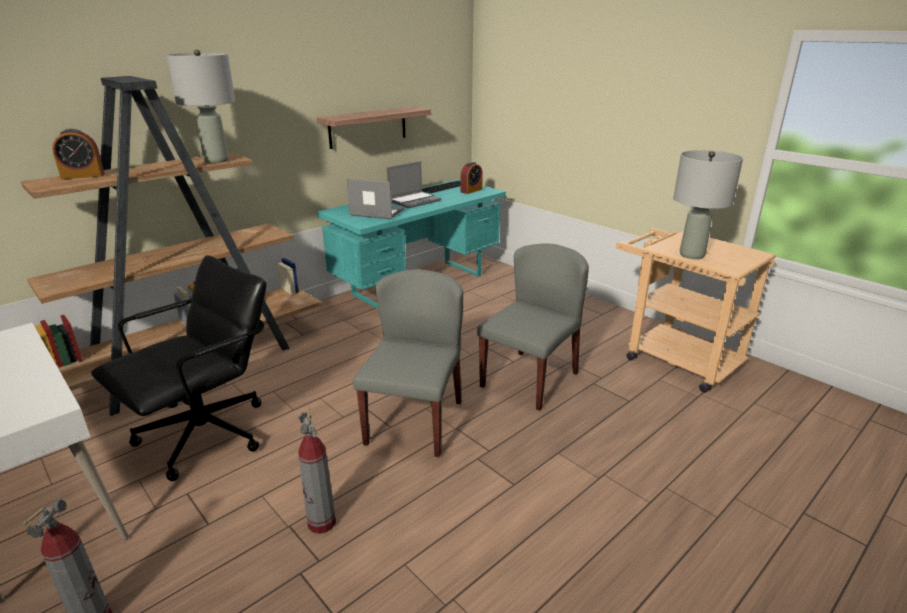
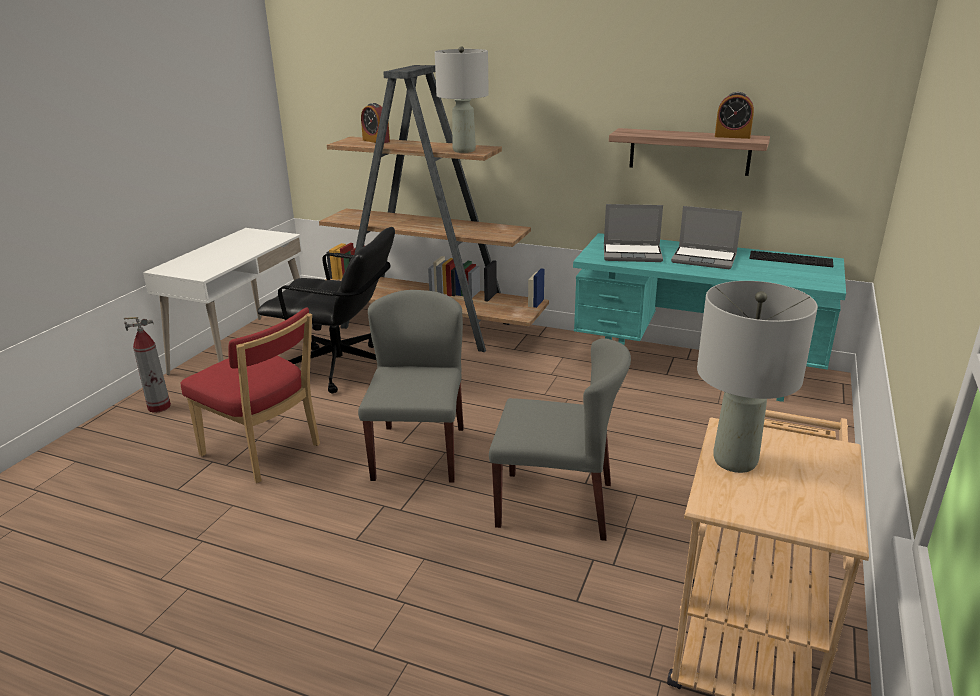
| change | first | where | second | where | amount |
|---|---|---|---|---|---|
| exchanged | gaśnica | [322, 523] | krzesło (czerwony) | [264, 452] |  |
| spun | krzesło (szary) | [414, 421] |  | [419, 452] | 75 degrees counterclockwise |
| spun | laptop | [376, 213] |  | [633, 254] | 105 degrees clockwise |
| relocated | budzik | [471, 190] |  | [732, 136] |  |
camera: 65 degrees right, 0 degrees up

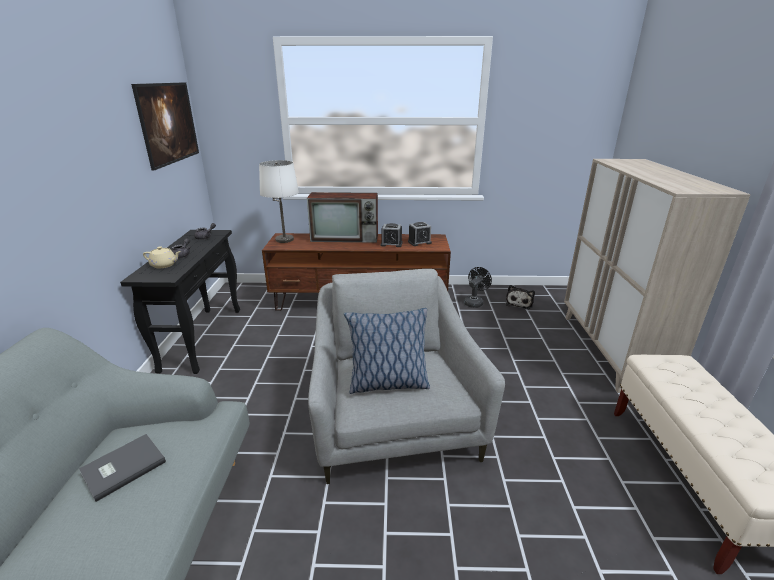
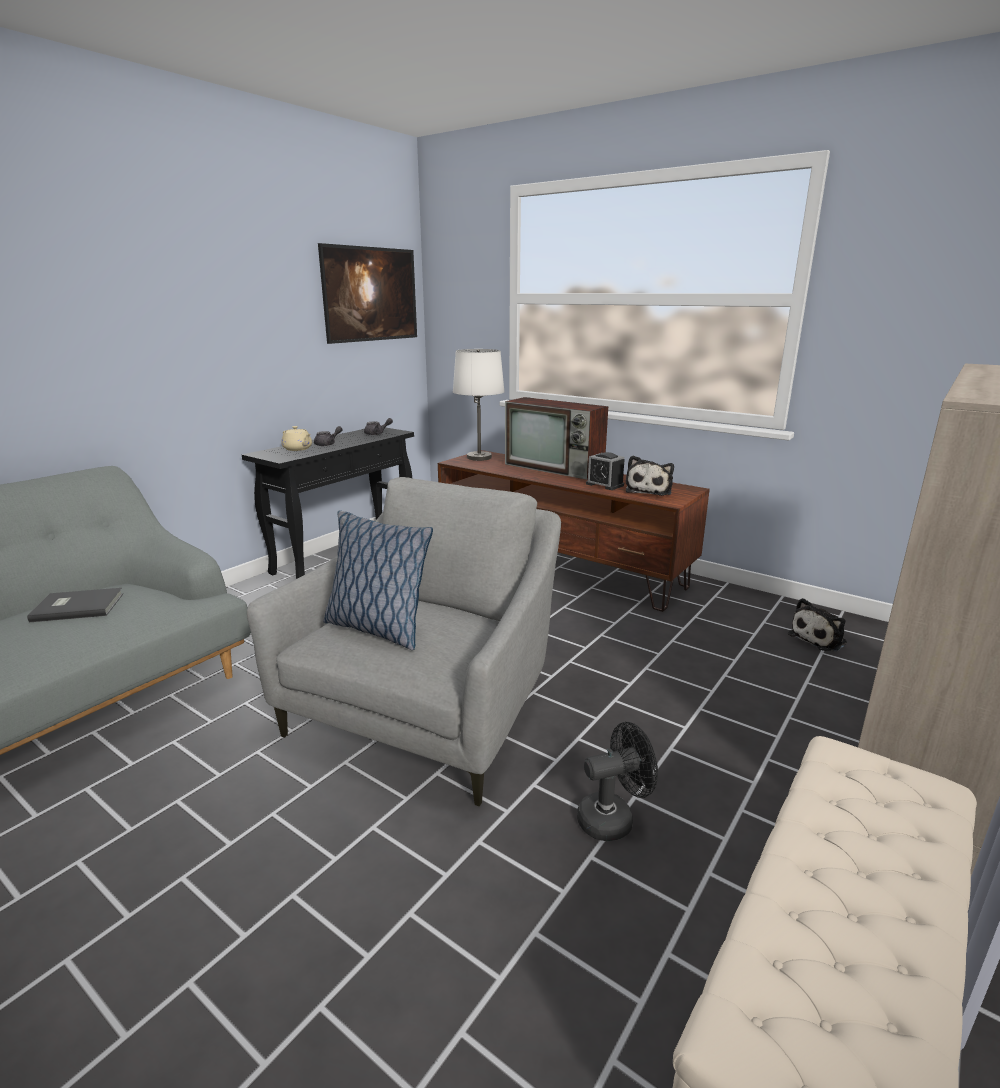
| change | first | where | second | where | amount |
|---|---|---|---|---|---|
| relocated | wentylator (czarny) | [474, 302] |  | [613, 818] |  |
| exchanged | budzik | [419, 242] | pluszak | [649, 490] |  |
camera: 35 degrees right, 5 degrees down

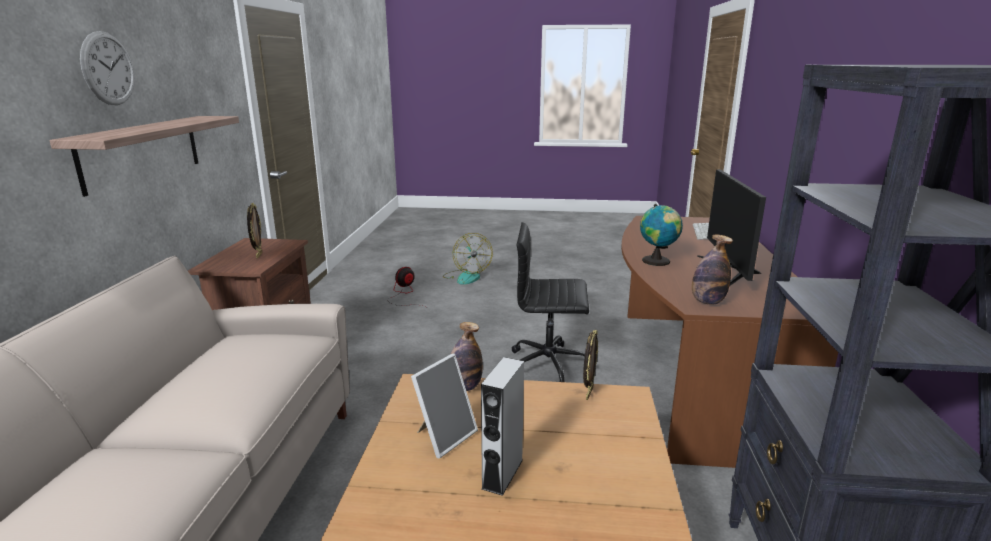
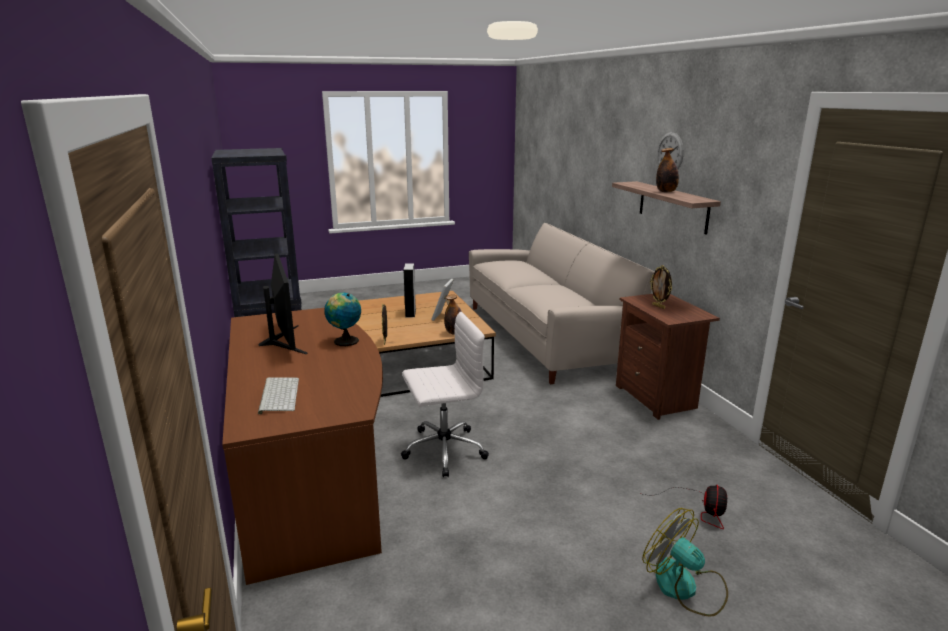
| change | first | where | second | where | amount |
|---|---|---|---|---|---|
| colour | krzesło biurowe (czarny) | [550, 367] | krzesło biurowe (biały) | [443, 450] |  |
| relocated | butelka | [707, 302] |  | [666, 192] |  |
camera: 155 degrees right, 0 degrees up

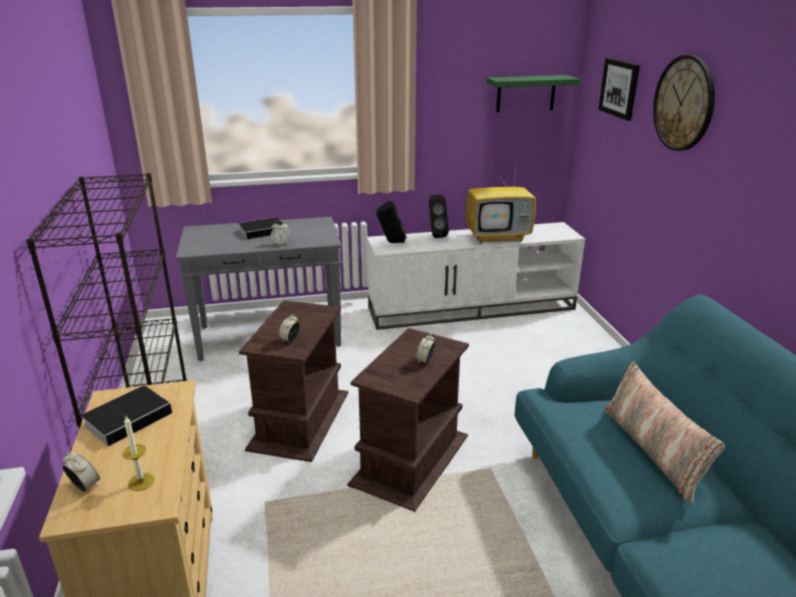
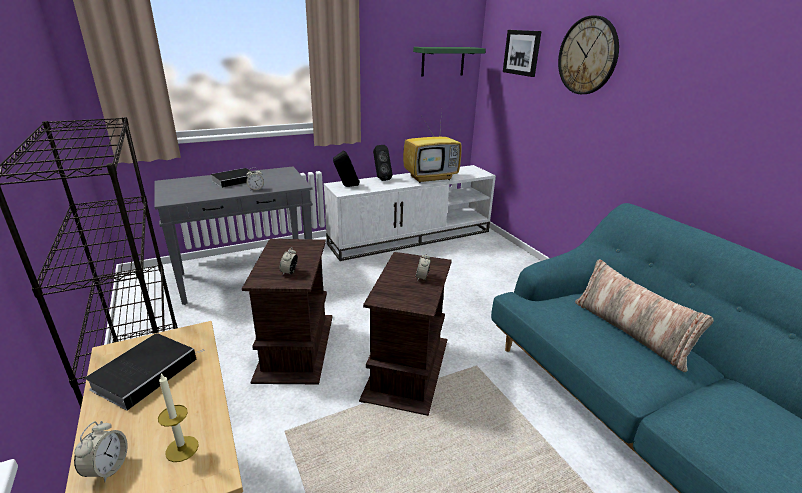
| change | first | where | second | where | amount |
|---|---|---|---|---|---|
| spun | budzik | [85, 486] |  | [107, 468] | 75 degrees clockwise |
camera: 15 degrees left, 0 degrees up

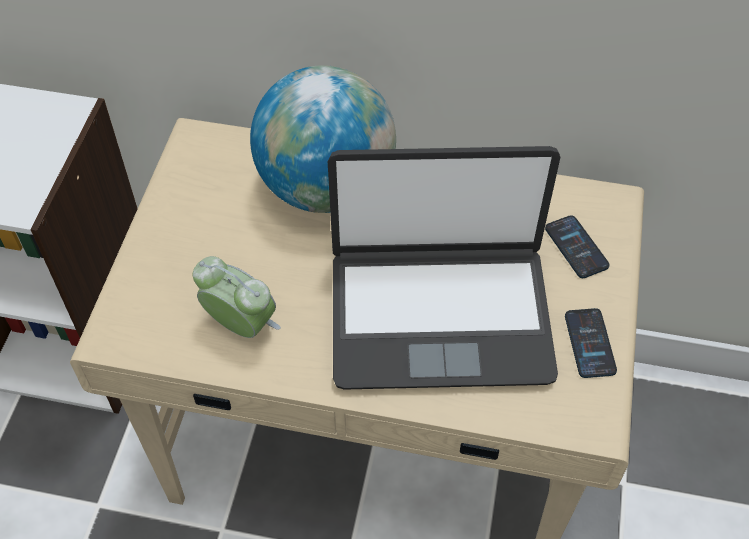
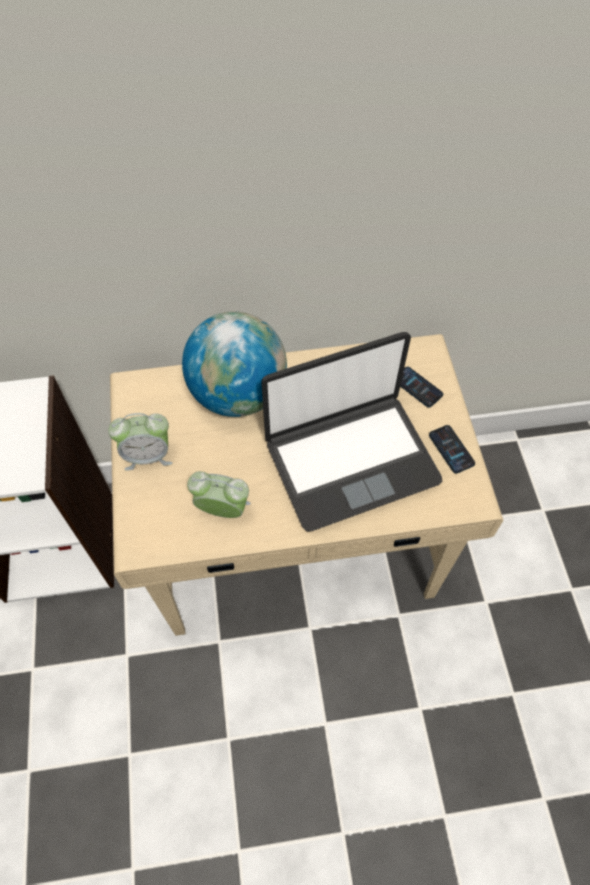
| change | first | where | second | where | amount |
|---|---|---|---|---|---|
| appeared |  |  | budzik | [148, 455] |  |
camera: 20 degrees left, 5 degrees up

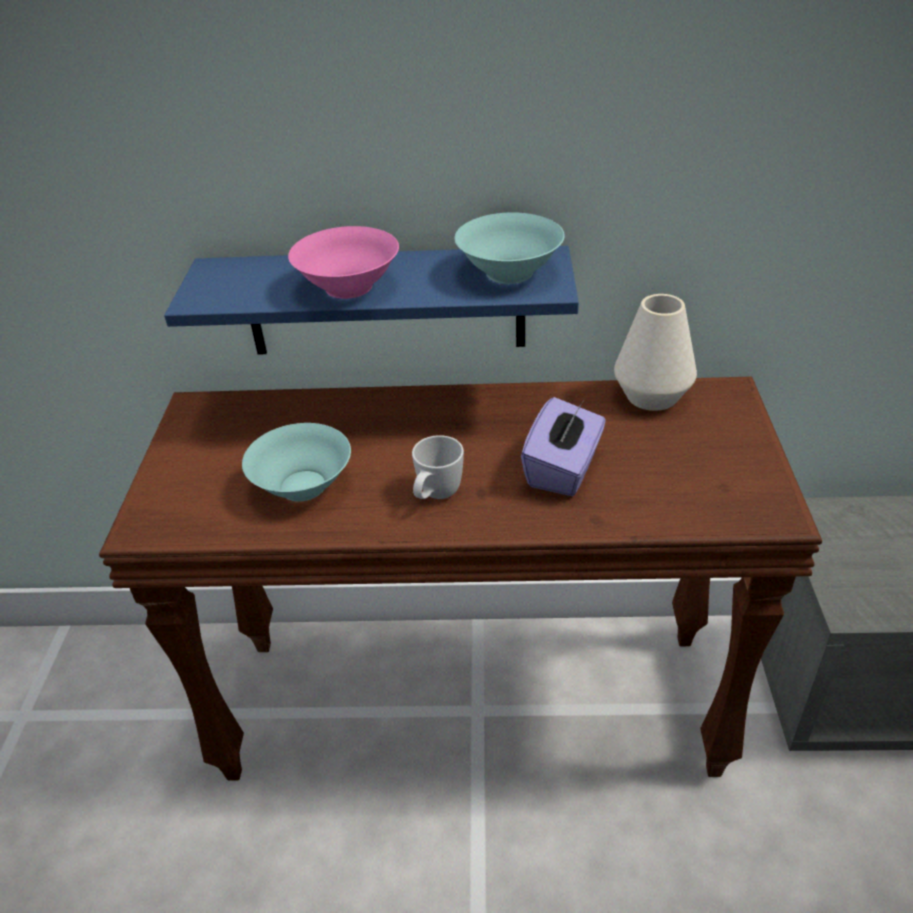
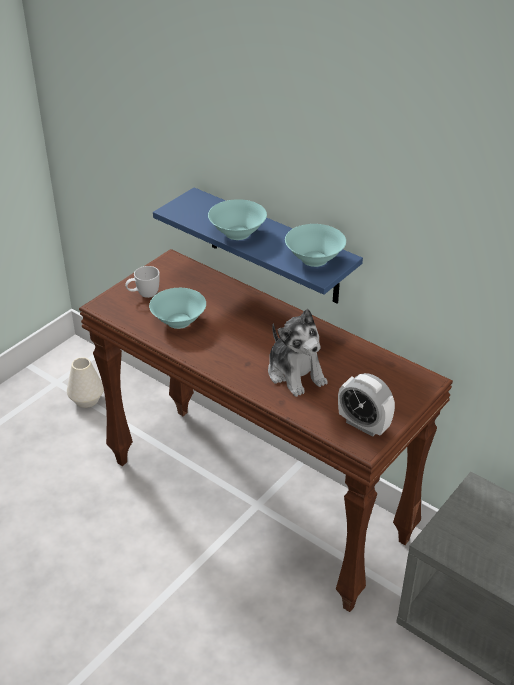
| change | first | where | second | where | amount |
|---|---|---|---|---|---|
| relocated | wazon (biały) | [652, 396] |  | [87, 399] |  |
| relocated | kubek (biały) | [436, 496] |  | [143, 295] |  |
| colour | miska (różowy) | [350, 287] | miska (turkusowy) | [238, 233] |  |
| exchanged | pudełko chusteczek (fioletowy) | [563, 469] | pluszak | [295, 373] |  |
| appeared |  |  | budzik | [363, 425] |  |
camera: 35 degrees right, 0 degrees up

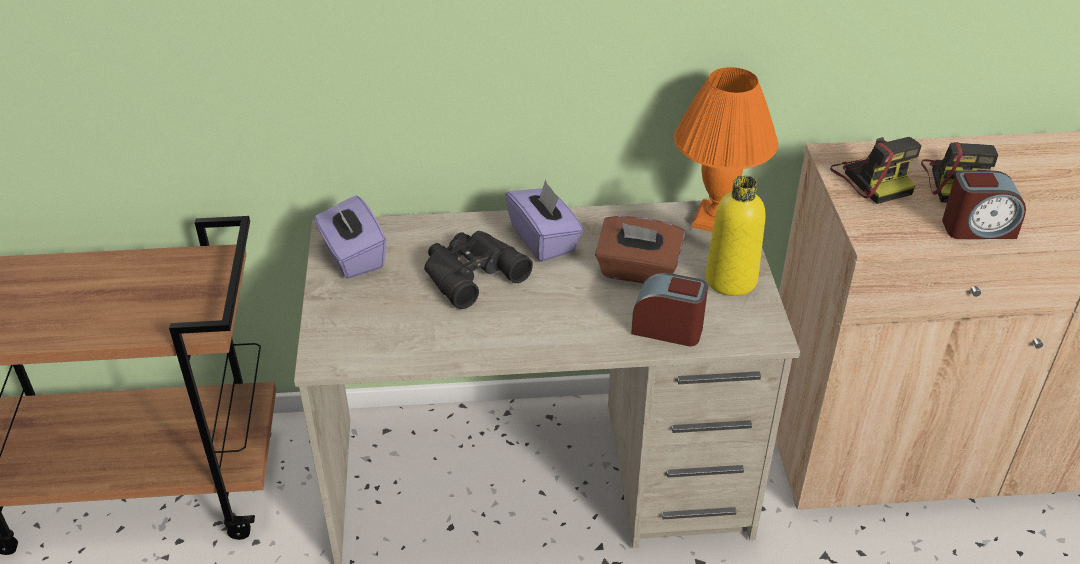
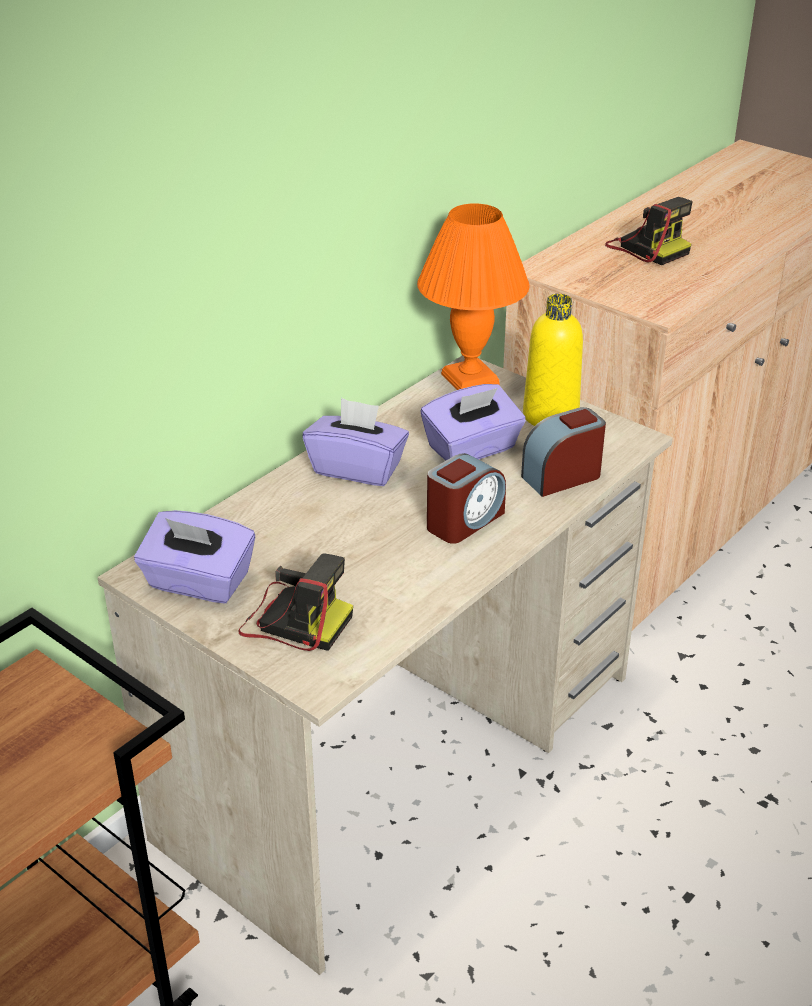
| change | first | where | second | where | amount |
|---|---|---|---|---|---|
| relocated | aparat fotograficzny | [872, 178] |  | [294, 620] |  |
| colour | pudełko chusteczek (brązowy) | [637, 271] | pudełko chusteczek (fioletowy) | [472, 449] |  |
| relocated | budzik | [978, 228] |  | [464, 521] |  |
| missing | lornetka (czarny) | [470, 272] |  |  |  |
camera: 45 degrees left, 5 degrees down

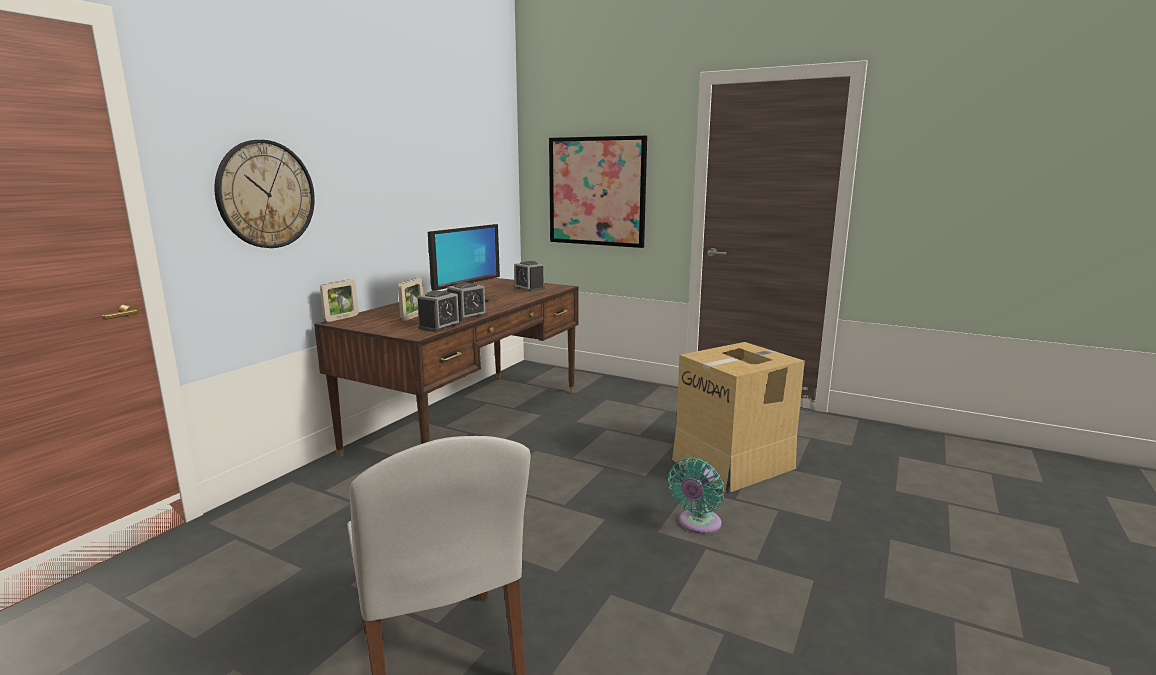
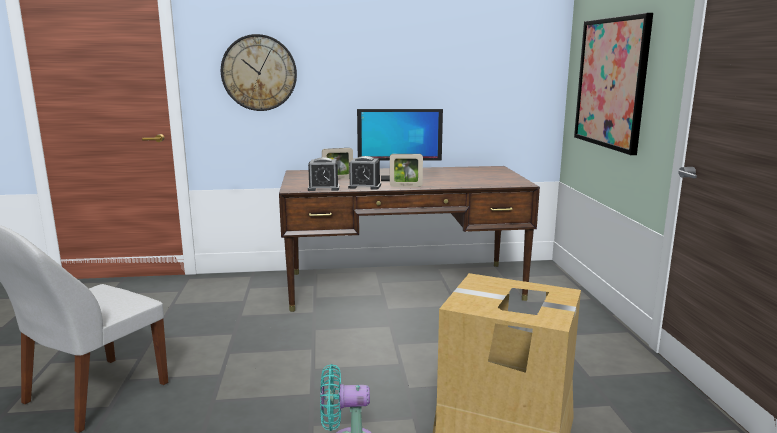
| change | first | where | second | where | amount |
|---|---|---|---|---|---|
| relocated | ramka na zdjęcie | [341, 318] |  | [406, 186] |  |
| missing | budzik | [529, 288] |  |  |  |
camera: 55 degrees right, 0 degrees up

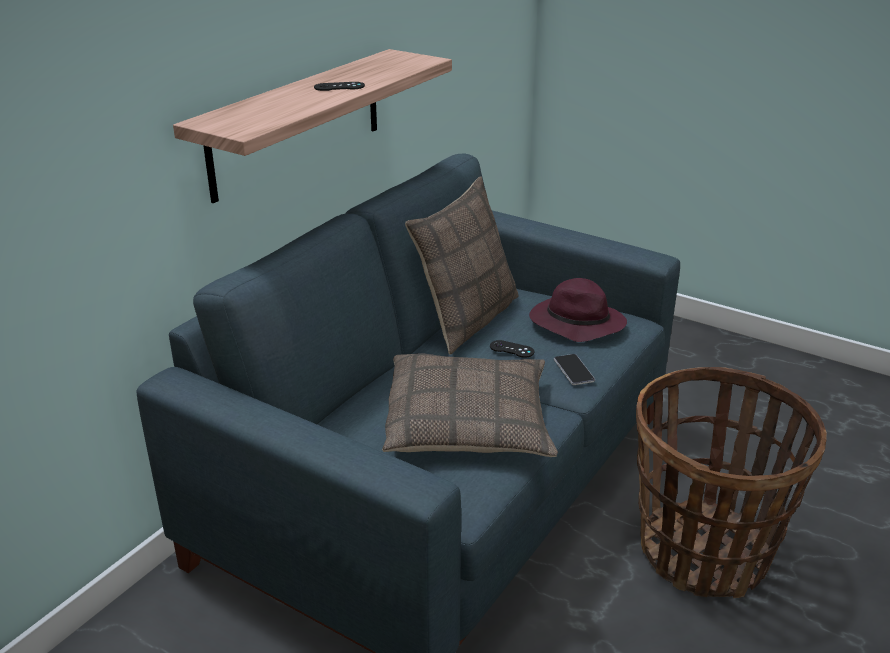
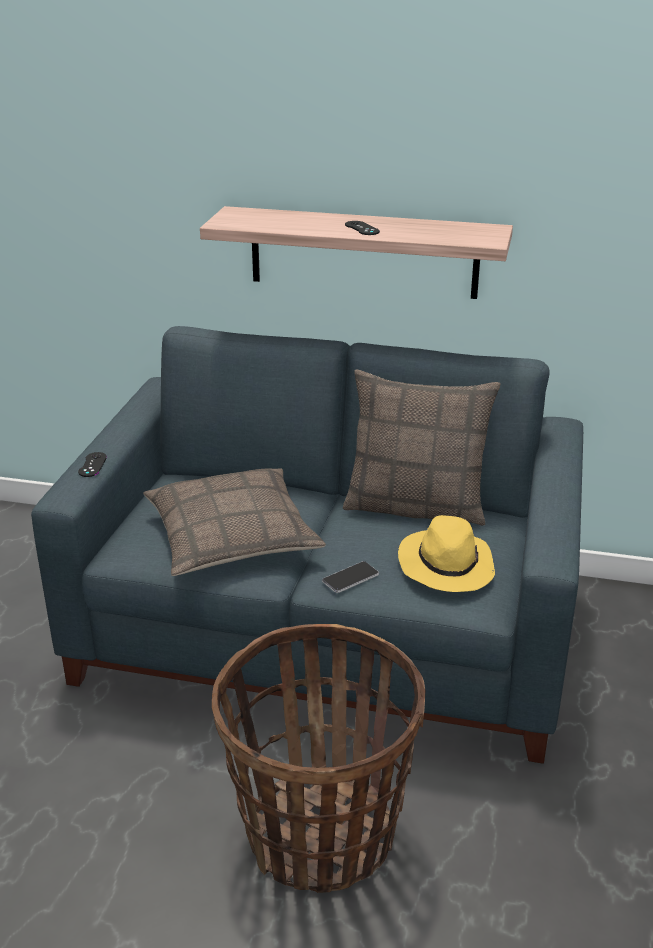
| change | first | where | second | where | amount |
|---|---|---|---|---|---|
| relocated | pad do gier (czarny) | [511, 349] |  | [92, 465] |  |
| colour | kapelusz (fioletowy) | [575, 324] | kapelusz (żółty) | [445, 566] |  |
camera: 70 degrees right, 0 degrees up

